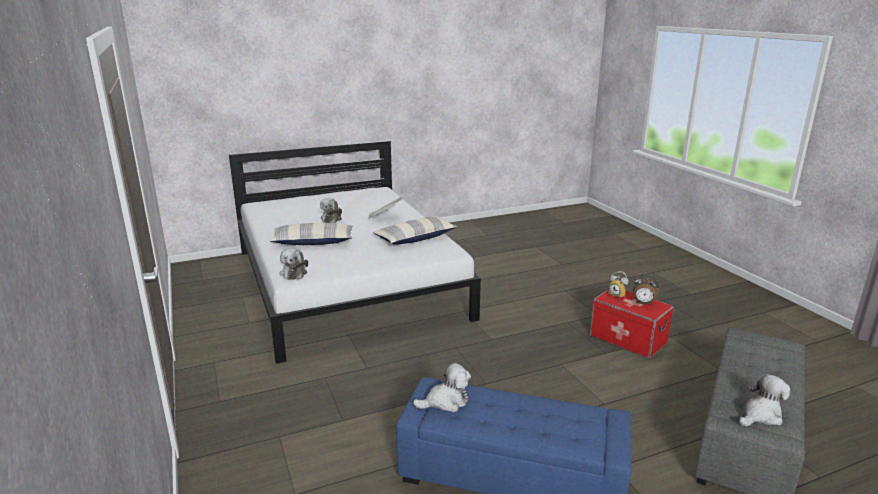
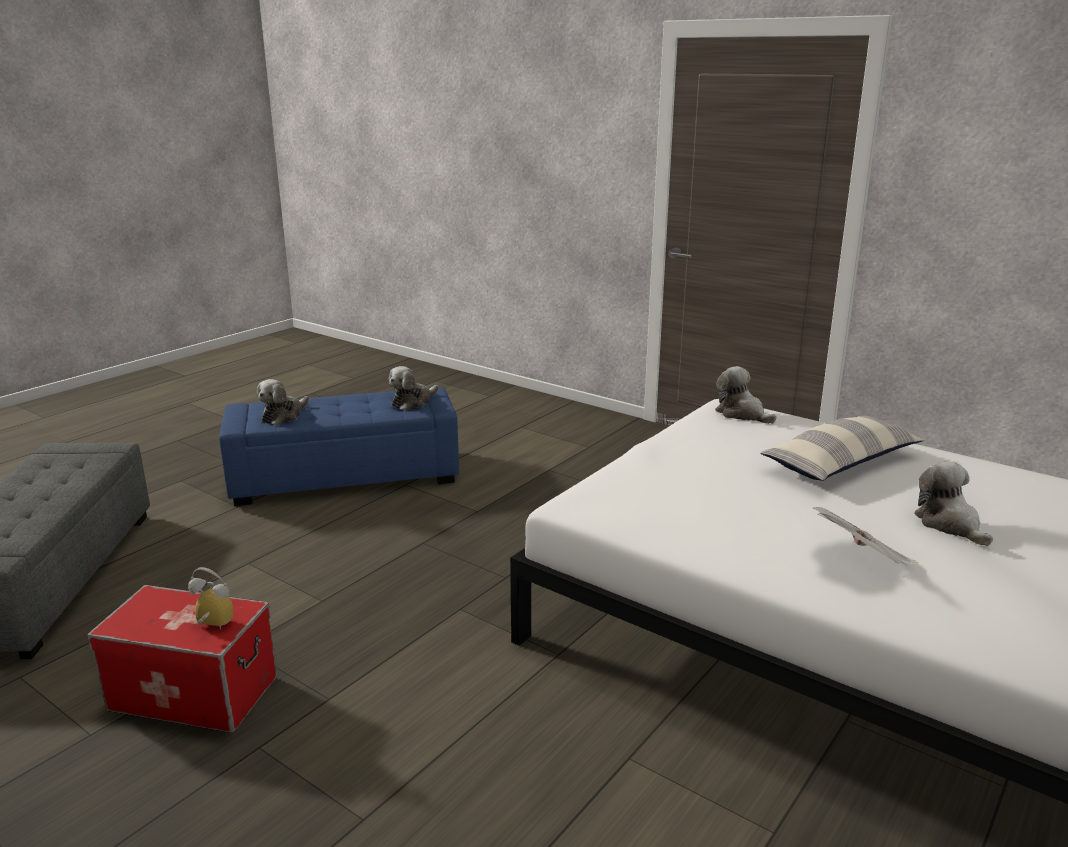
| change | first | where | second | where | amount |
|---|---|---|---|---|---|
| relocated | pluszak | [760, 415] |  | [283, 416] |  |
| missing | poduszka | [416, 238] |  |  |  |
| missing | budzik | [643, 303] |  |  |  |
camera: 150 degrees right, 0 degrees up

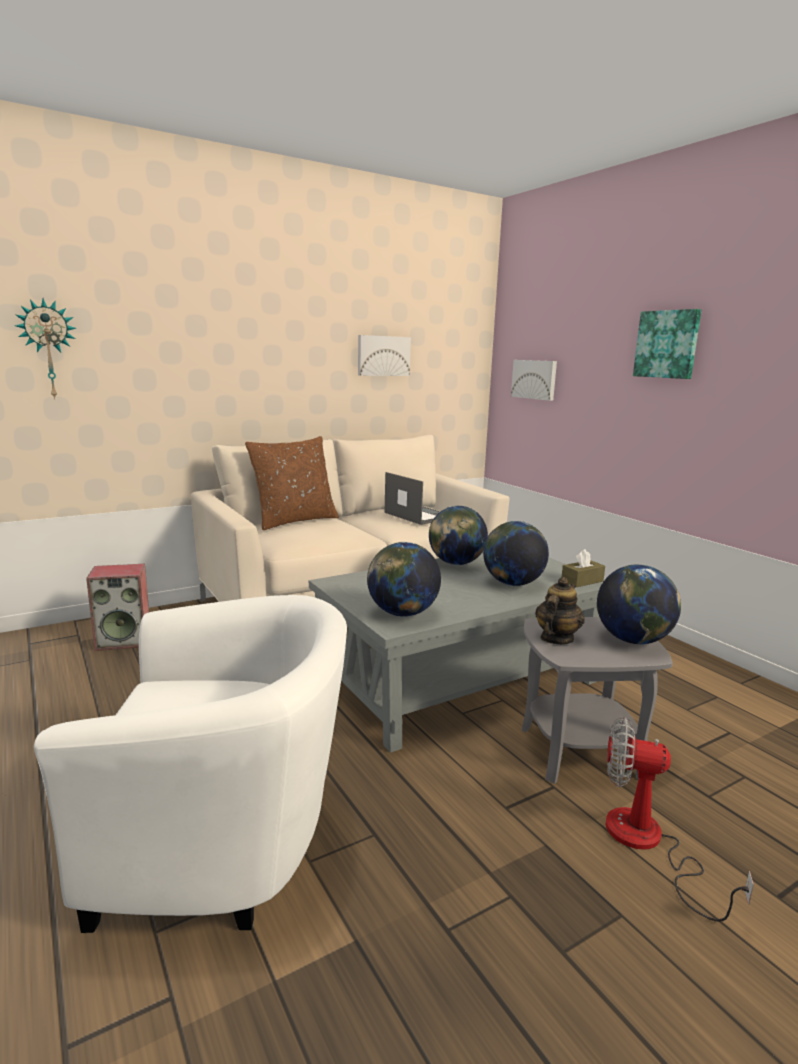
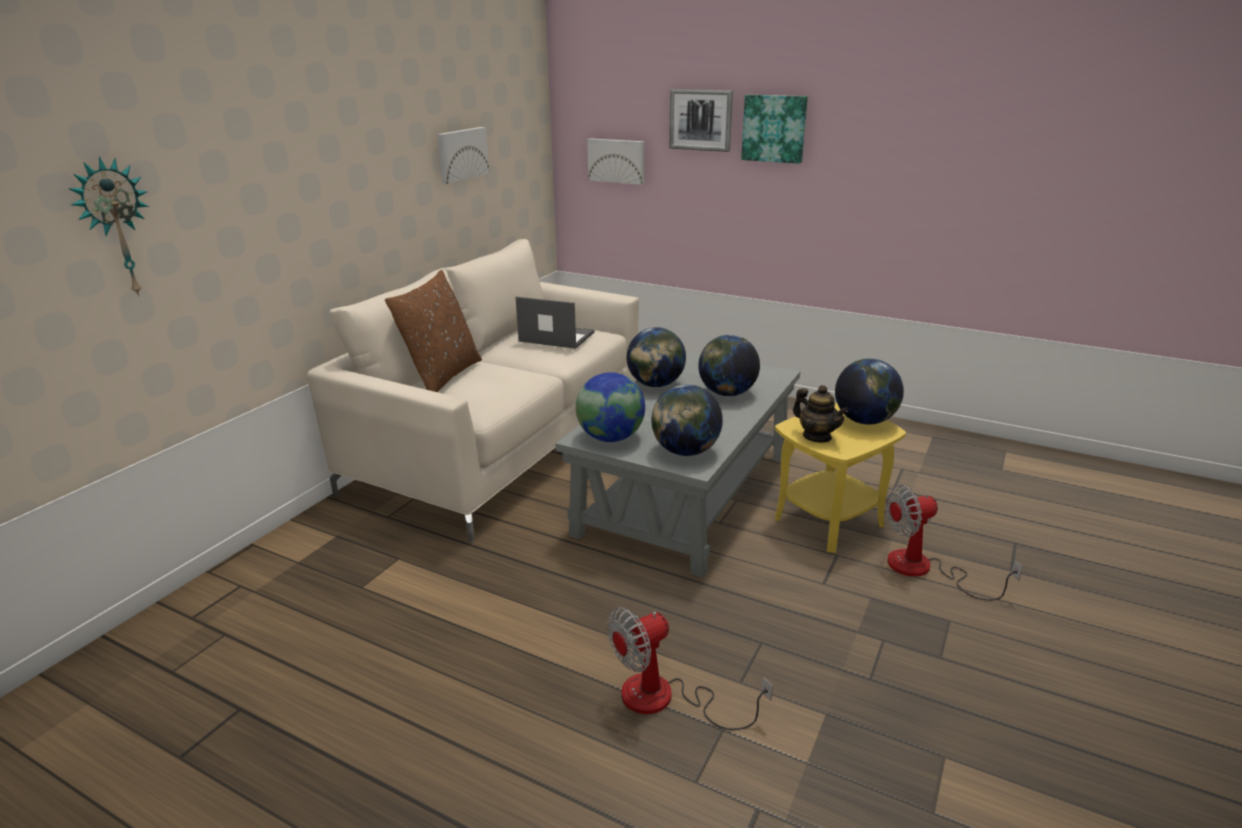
| change | first | where | second | where | amount |
|---|---|---|---|---|---|
| appeared |  |  | globus | [611, 438] |  |
| exchanged | fotel (biały) | [226, 842] | wentylator | [665, 699] |  |
| appeared |  |  | obraz | [701, 120] |  |
| colour | stolik (szary) | [579, 751] | stolik (żółty) | [828, 521] |  |
| spun | imbryk | [556, 638] |  | [817, 437] | 135 degrees clockwise |
| missing | głośnik | [124, 640] |  |  |  |
| missing | pudełko chusteczek (brązowy) | [582, 581] |  |  |  |
camera: 30 degrees left, 10 degrees up

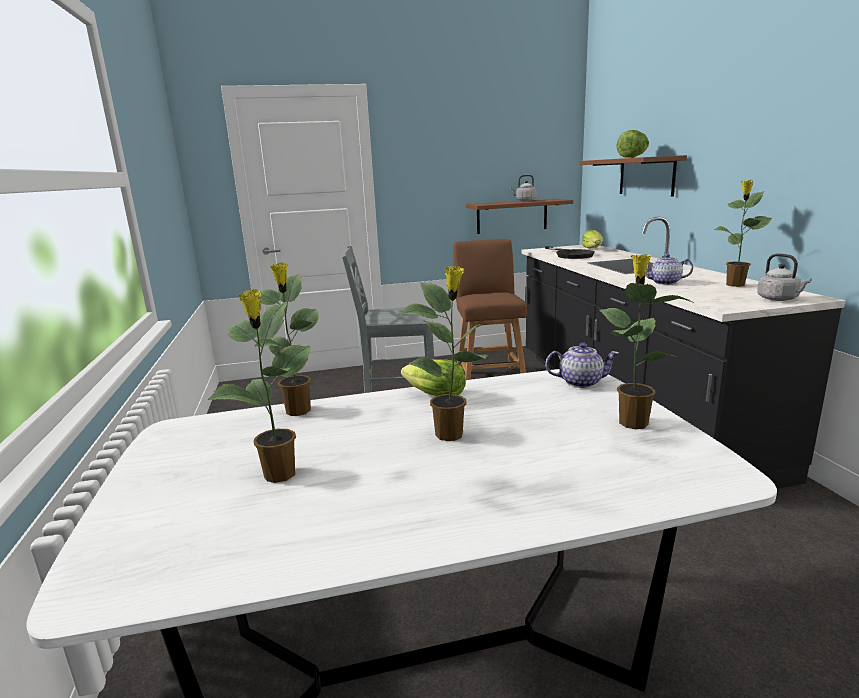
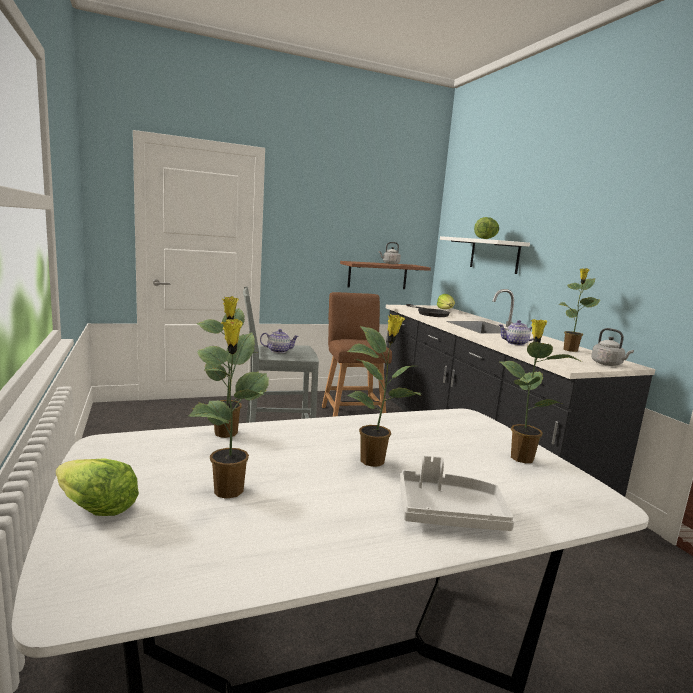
| change | first | where | second | where | amount |
|---|---|---|---|---|---|
| relocated | sałata | [434, 395] |  | [95, 507] |  |
| relocated | imbryk | [581, 382] |  | [279, 351] |  |
| appeared |  |  | taca (szary) | [449, 513] |  |
| colour | półka (brązowy) | [646, 176] | półka (biały) | [494, 255] |  |
camera: 10 degrees left, 5 degrees down

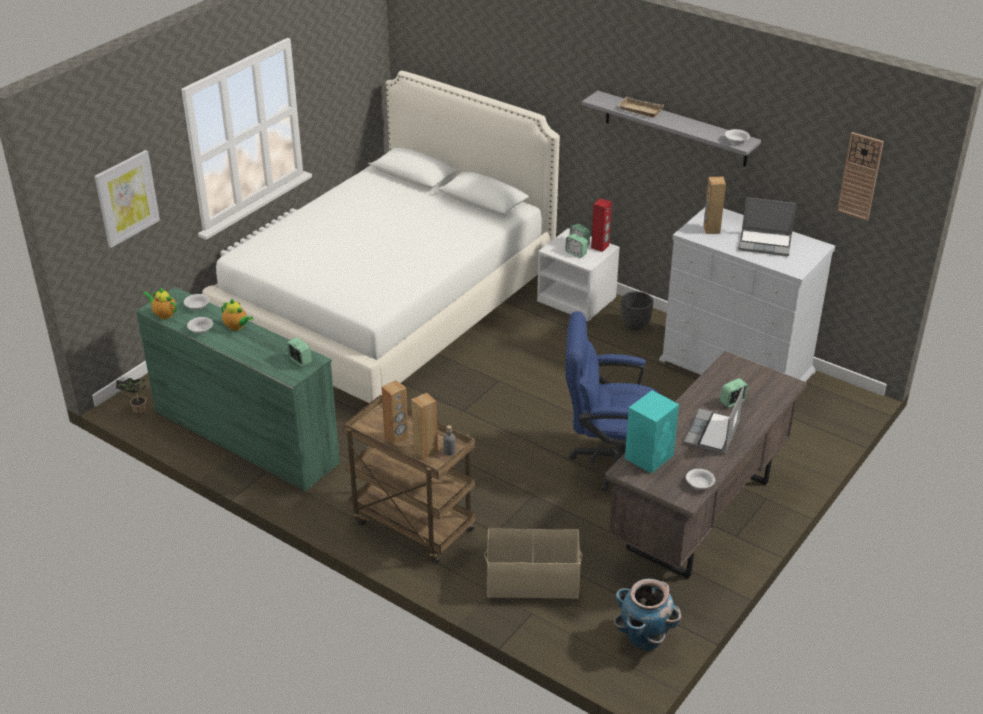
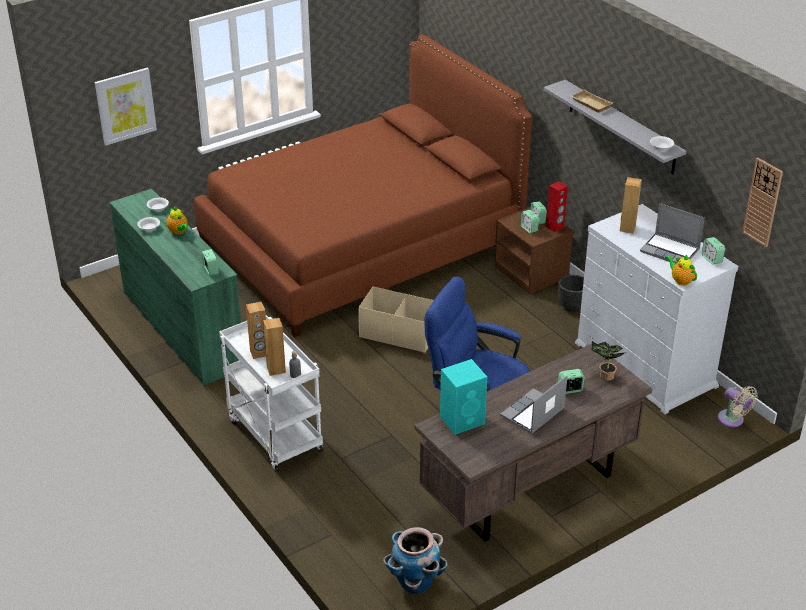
| change | first | where | second | where | amount |
|---|---|---|---|---|---|
| colour | łóżko (biały) | [389, 306] | łóżko (brązowy) | [361, 244] |  |
| colour | wózek (brązowy) | [411, 526] | wózek (biały) | [273, 435] |  |
| relocated | pojemnik do przechowywania (beżowy) | [532, 580] |  | [398, 334] |  |
| colour | szafka nocna (biały) | [577, 299] | szafka nocna (brązowy) | [532, 273] |  |
| relocated | roślina doniczkowa | [137, 409] |  | [604, 376] |  |
| relocated | imbryk | [164, 314] |  | [680, 280] |  |
| appeared |  |  | budzik | [711, 259] |  |
| appeared |  |  | wentylator (beżowy) | [732, 420] |  |
| missing | miska (biały) | [699, 484] |  |  |  |
camera: 20 degrees right, 0 degrees up

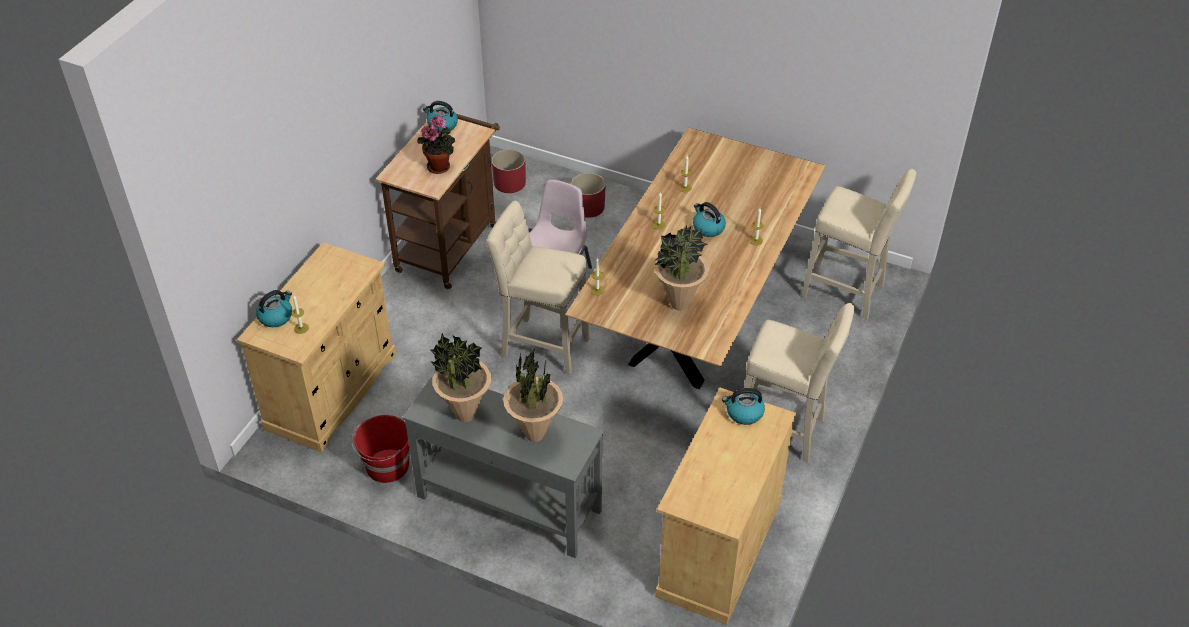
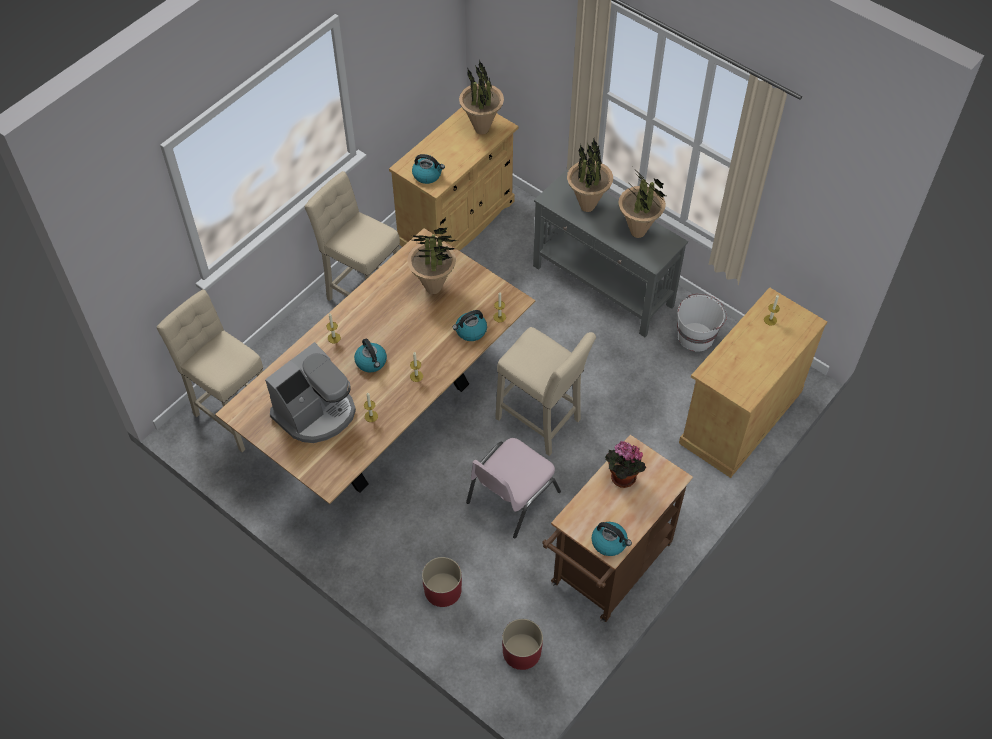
| change | first | where | second | where | amount |
|---|---|---|---|---|---|
| appeared |  |  | ekspres do kawy | [316, 412] |  |
| relocated | czajnik | [276, 316] |  | [470, 331] |  |
| appeared |  |  | roślina doniczkowa | [482, 129] |  |
| colour | wiadro (czerwony) | [386, 466] | wiadro (biały) | [696, 336] |  |
camera: 165 degrees left, 10 degrees up

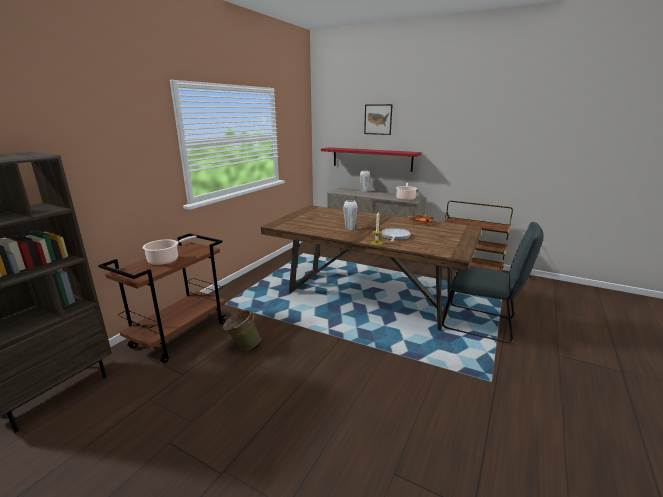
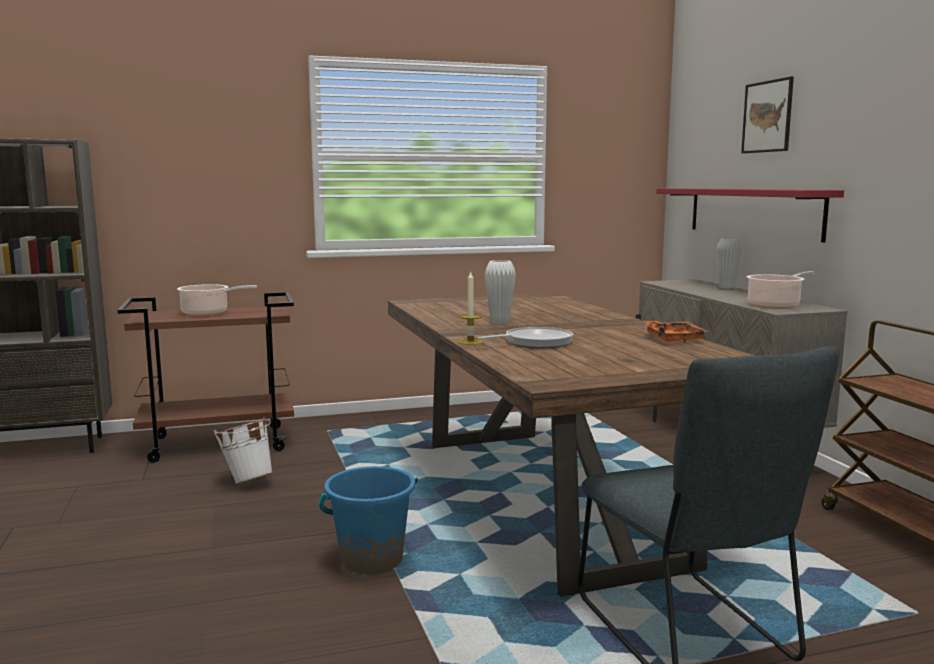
| change | first | where | second | where | amount |
|---|---|---|---|---|---|
| colour | wiadro (zielony) | [242, 346] | wiadro (biały) | [247, 480] |  |
| appeared |  |  | wiadro (niebieski) | [371, 559] |  |
camera: 45 degrees right, 10 degrees down

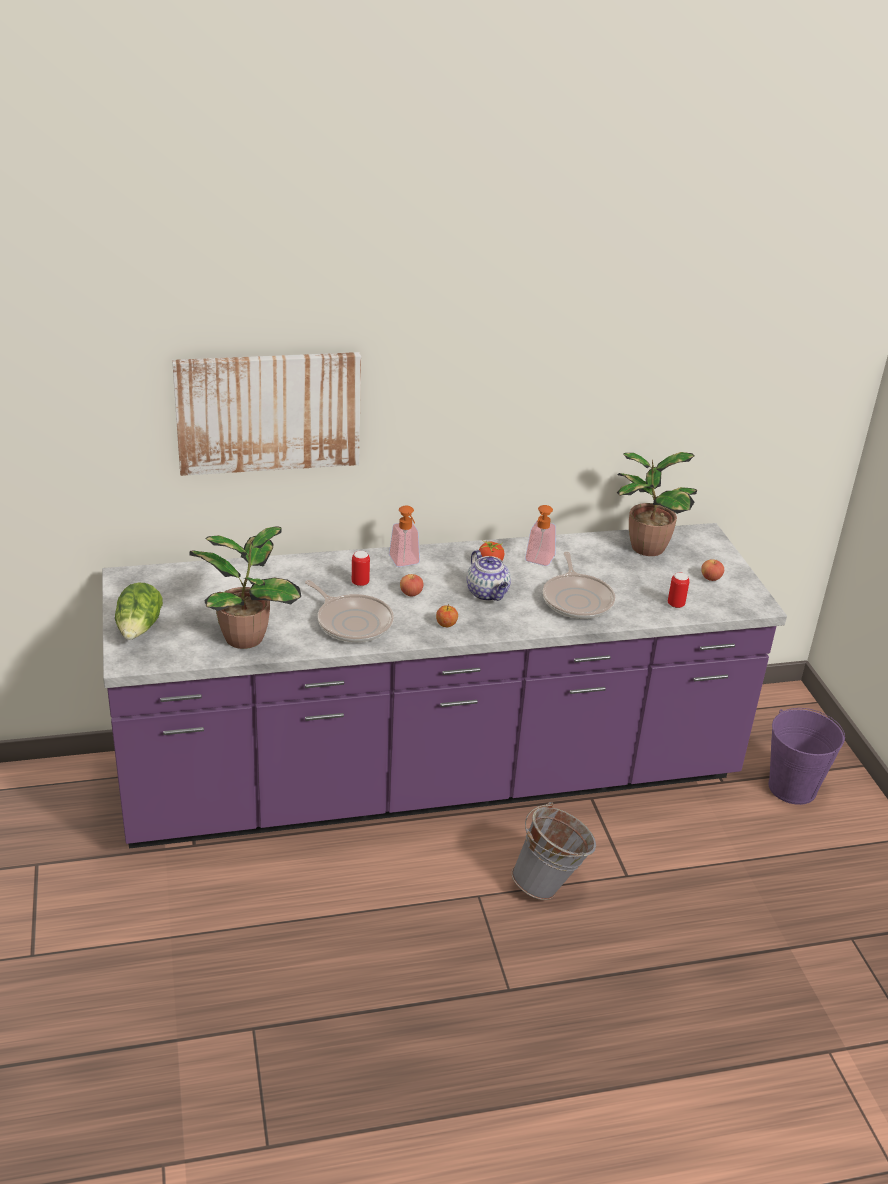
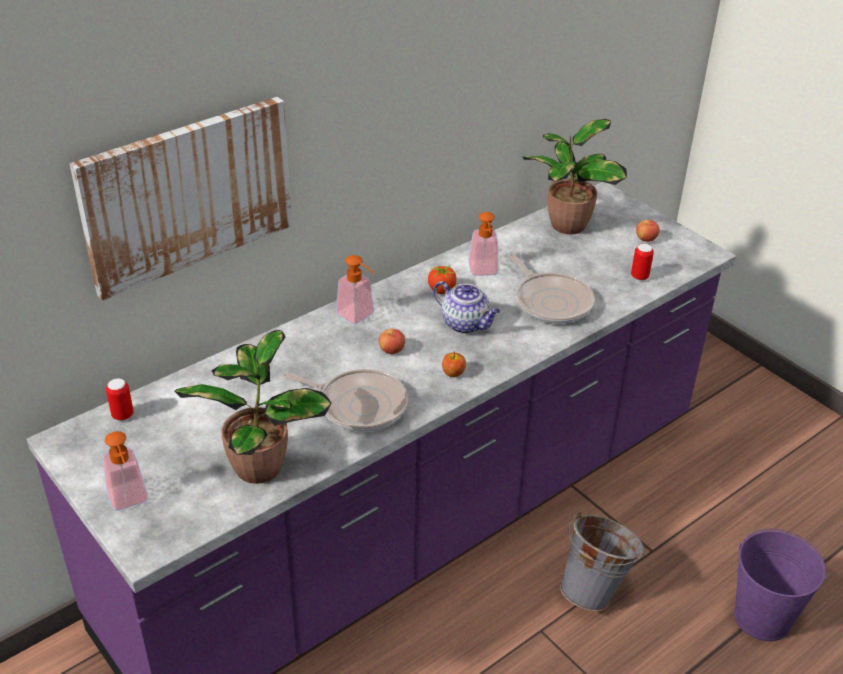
| change | first | where | second | where | amount |
|---|---|---|---|---|---|
| exchanged | sałata | [139, 629] | dozownik mydła | [130, 501] |  |
| relocated | puszka | [360, 583] |  | [123, 415] |  |
| relocated | wiadro (fioletowy) | [792, 788] |  | [762, 618] |  |
camera: 25 degrees left, 5 degrees up

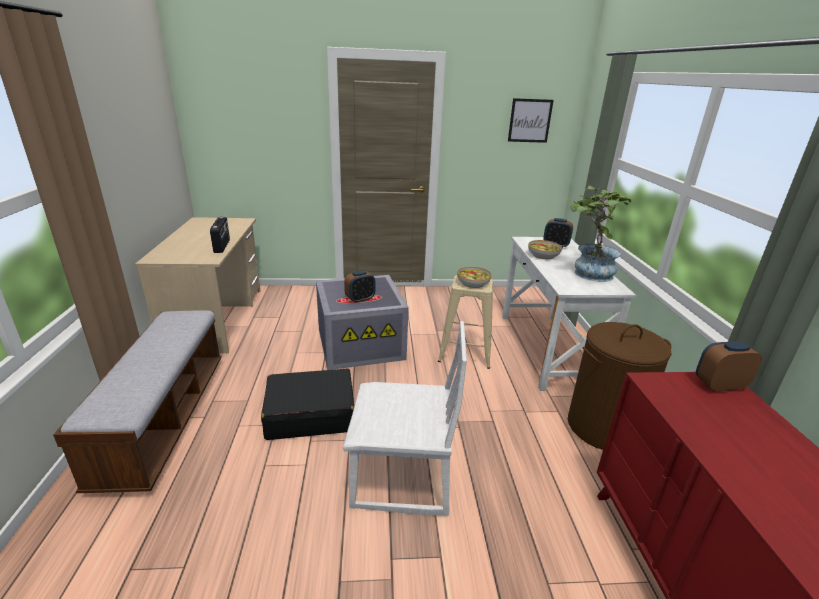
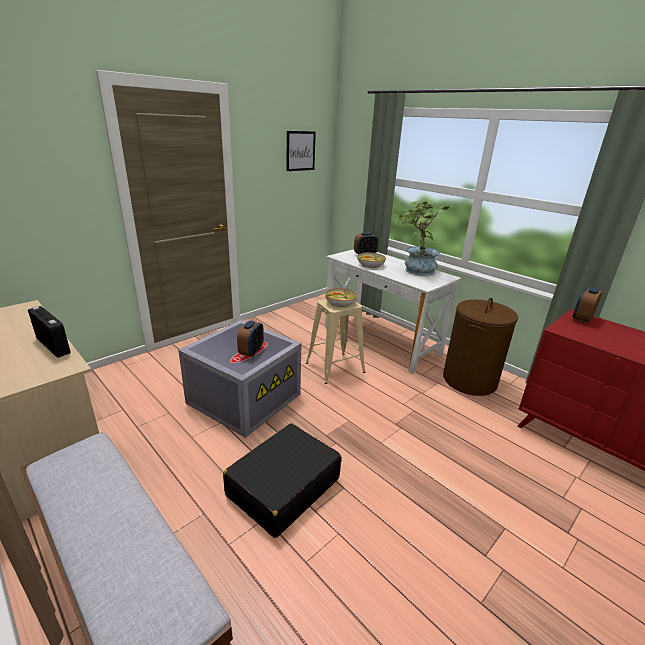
| change | first | where | second | where | amount |
|---|---|---|---|---|---|
| missing | krzesło (biały) | [402, 478] |  |  |  |
camera: 40 degrees left, 0 degrees up

